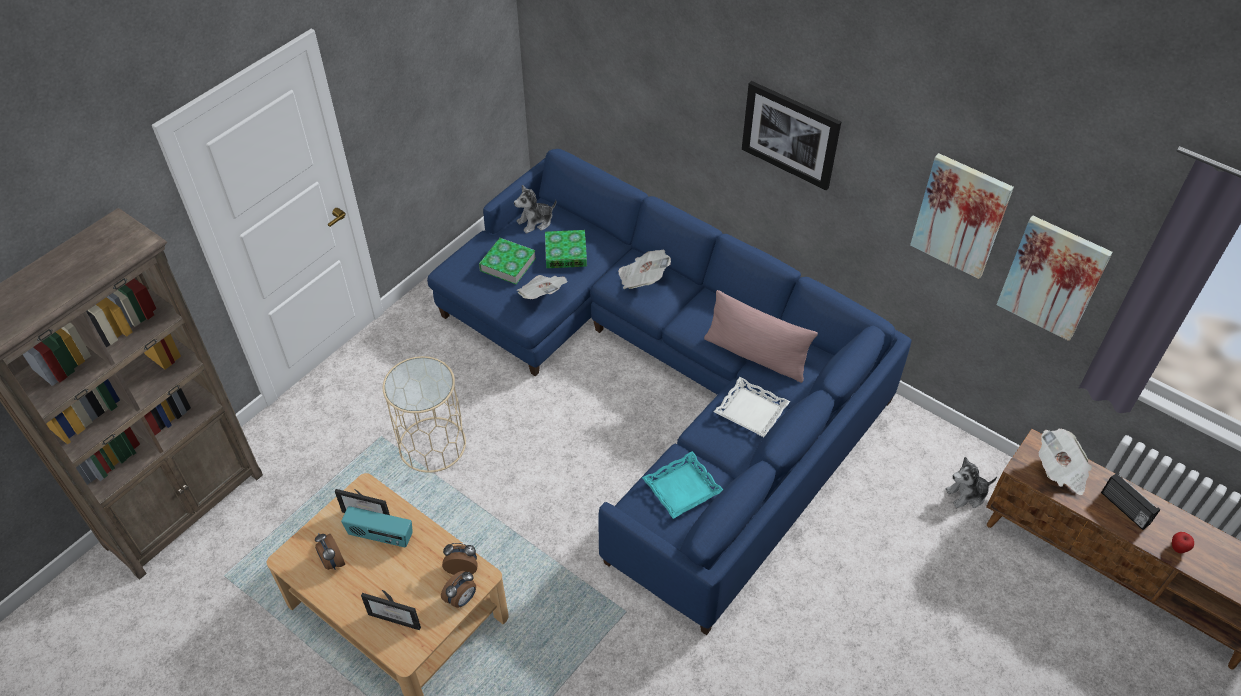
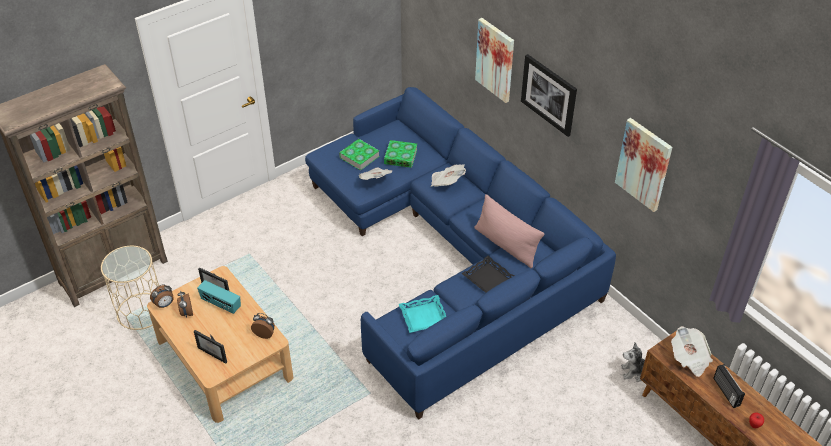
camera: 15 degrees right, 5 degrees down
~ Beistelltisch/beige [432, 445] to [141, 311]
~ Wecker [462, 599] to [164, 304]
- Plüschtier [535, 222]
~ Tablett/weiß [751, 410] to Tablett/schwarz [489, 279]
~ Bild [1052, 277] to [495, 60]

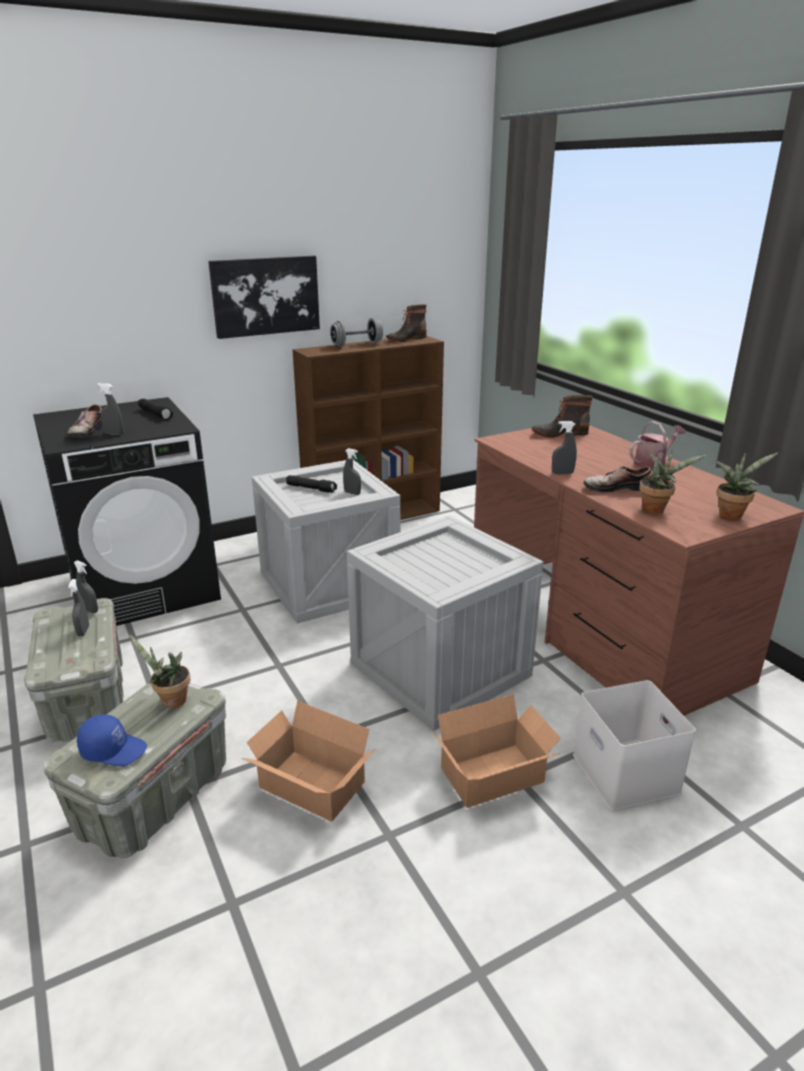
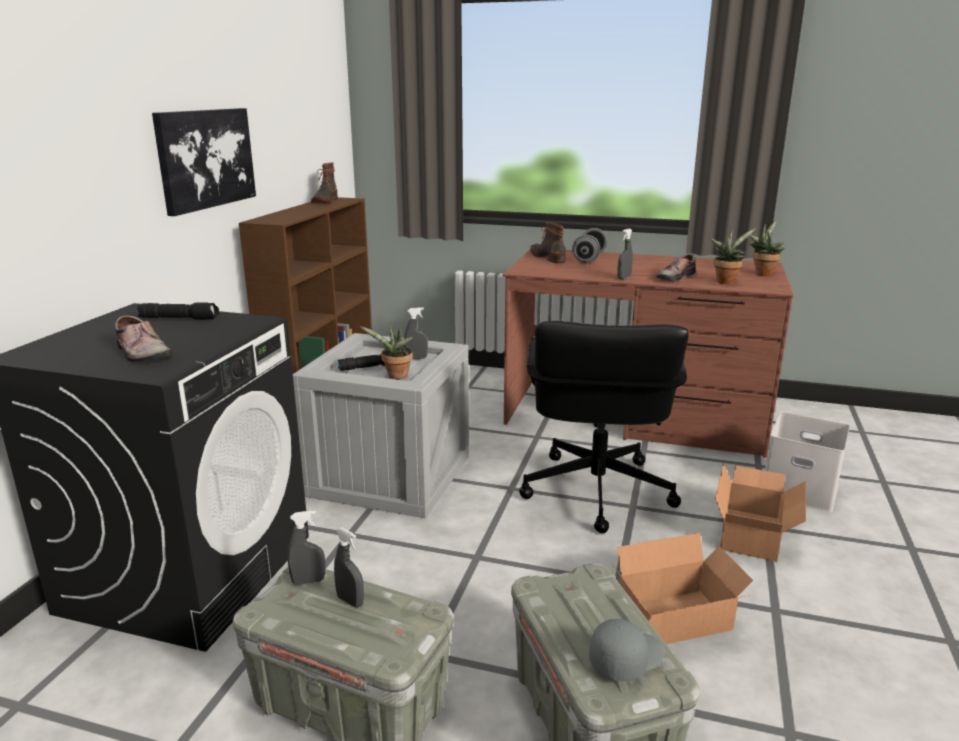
camera: 45 degrees left, 5 degrees down
~ Kappe/blau [114, 749] to Kappe/grau [625, 658]
- Sprühflasche/grau [114, 434]
~ Topfpflanze [170, 701] to [395, 377]
~ Hantel/grau [357, 345] to [589, 258]
~ Kiste [437, 669] to Bürostuhl/schwarz [595, 491]
~ Stiefel [559, 433] = [548, 257] 120 degrees clockwise
- Gießkanne [653, 463]

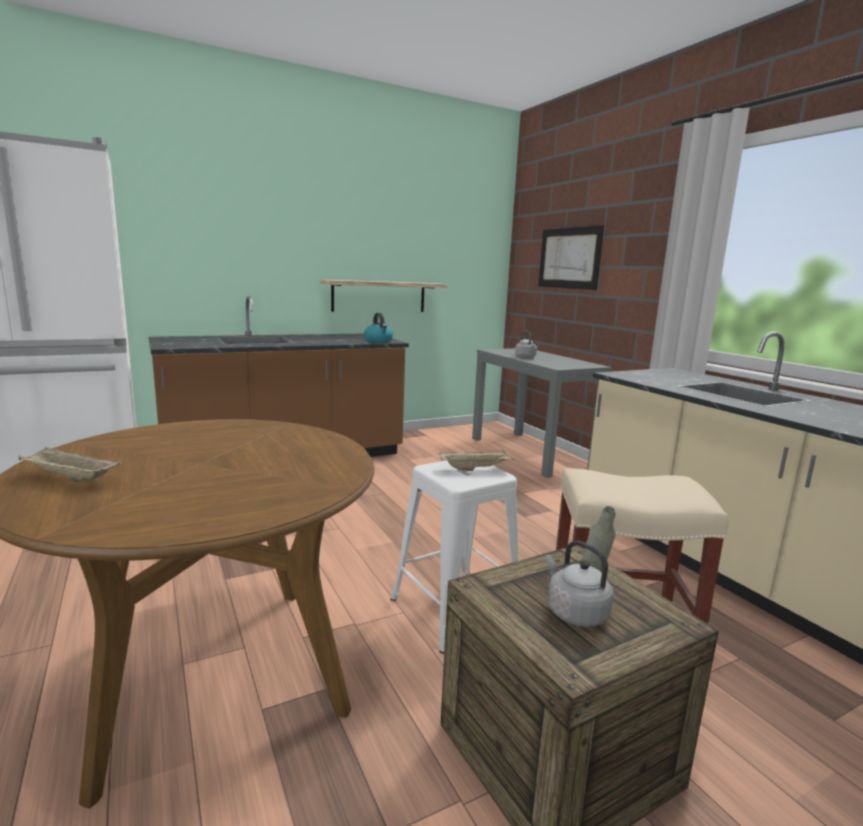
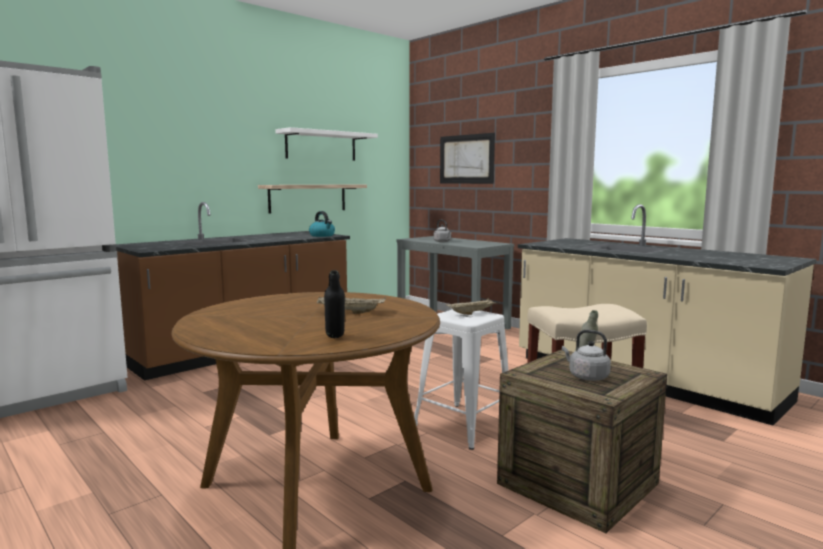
camera: 15 degrees left, 5 degrees down
~ Tablett/beige [69, 478] to [349, 313]
+ Wandregal/weiß [321, 146]
+ Flasche/schwarz [335, 339]

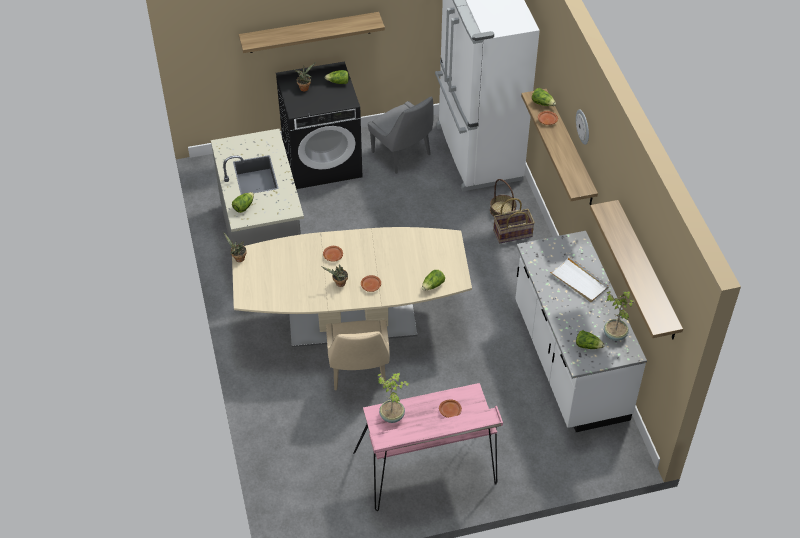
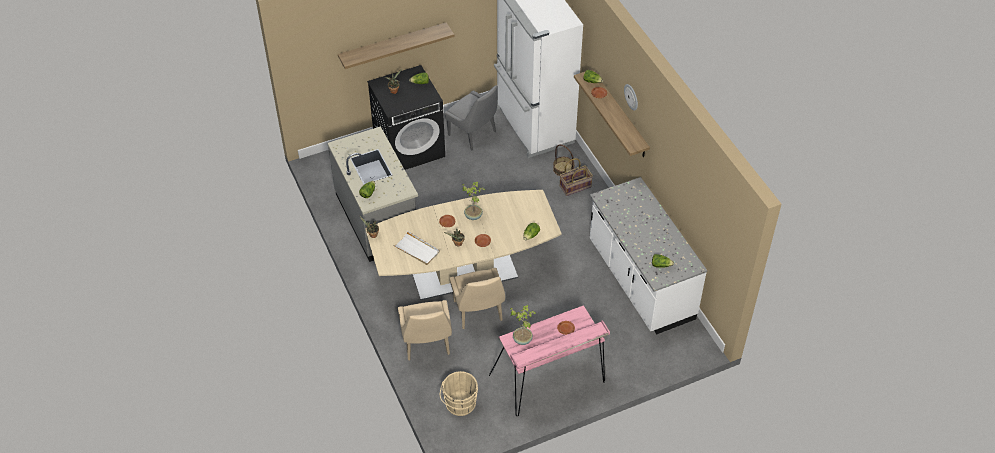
camera: 10 degrees left, 0 degrees up
~ Tablett/weiß [579, 281] to [417, 249]
- Wandregal [647, 271]
~ Topfpflanze [615, 334] to [473, 215]
+ Stuhl/beige [426, 344]
+ Eimer/beige [460, 405]

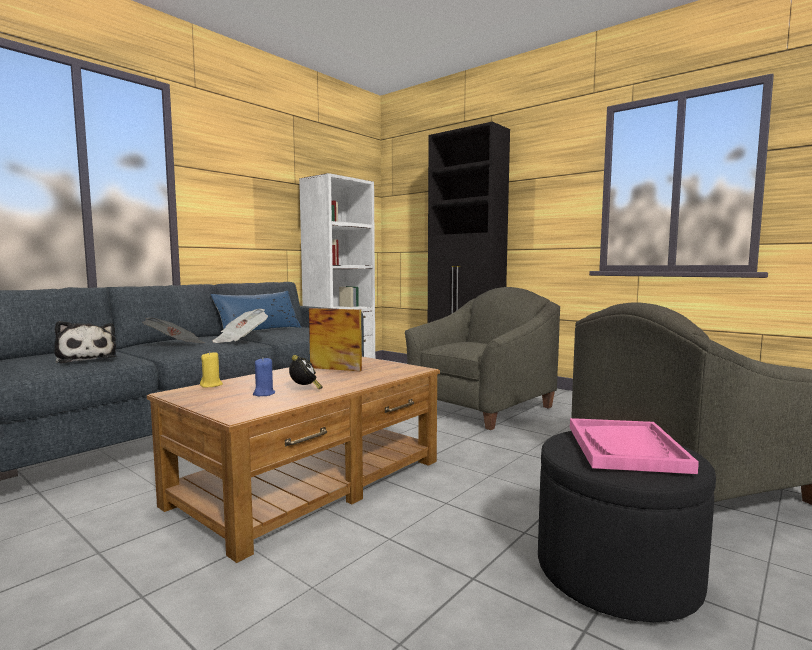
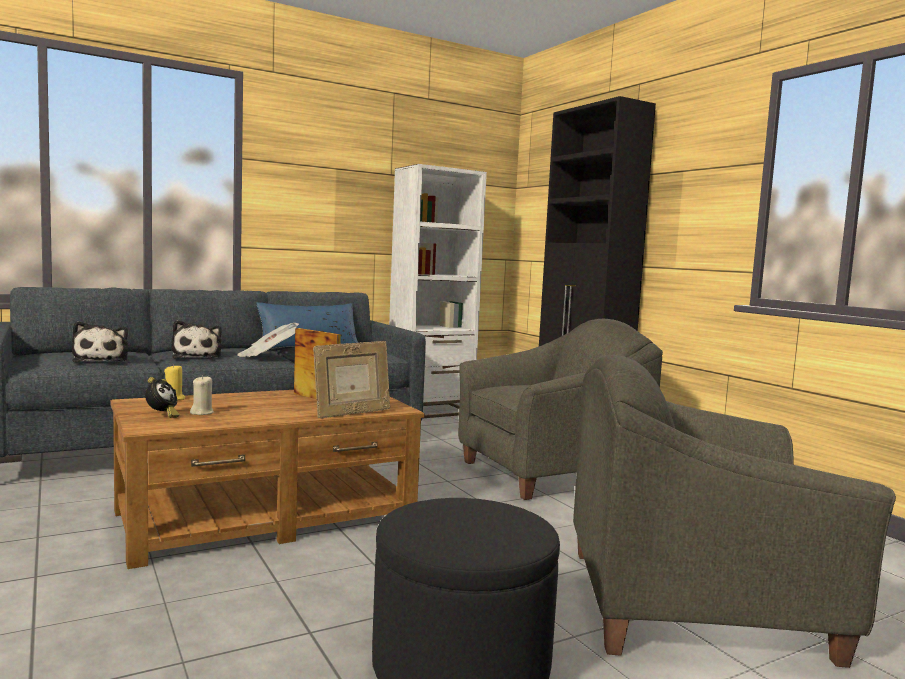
camera: 20 degrees right, 0 degrees up
~ Zeitung [176, 346] to Plüschtier [197, 356]
~ Kerze/blau [264, 394] to Kerze/beige [202, 413]
~ Wecker [305, 389] to [162, 416]
- Tablett/rosa [626, 448]
+ Bilderrahmen [352, 414]

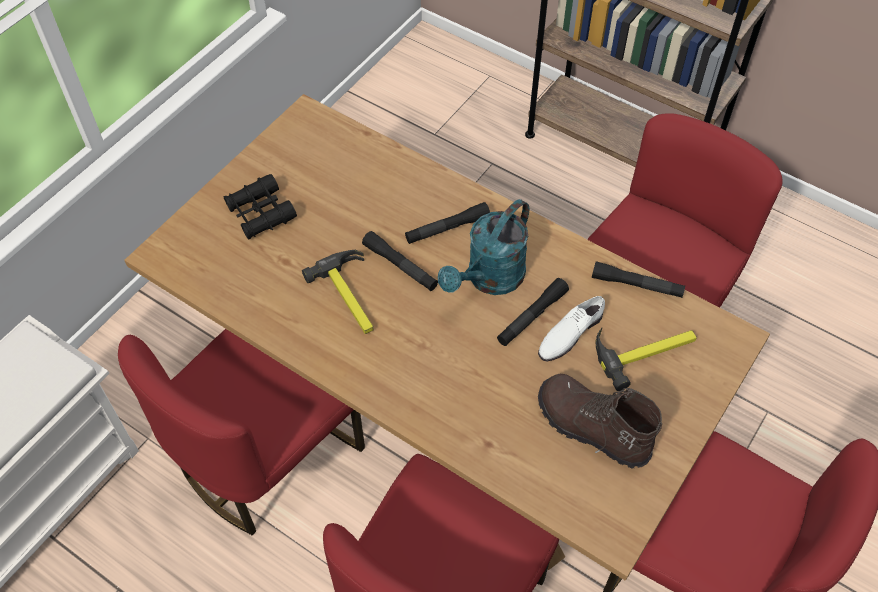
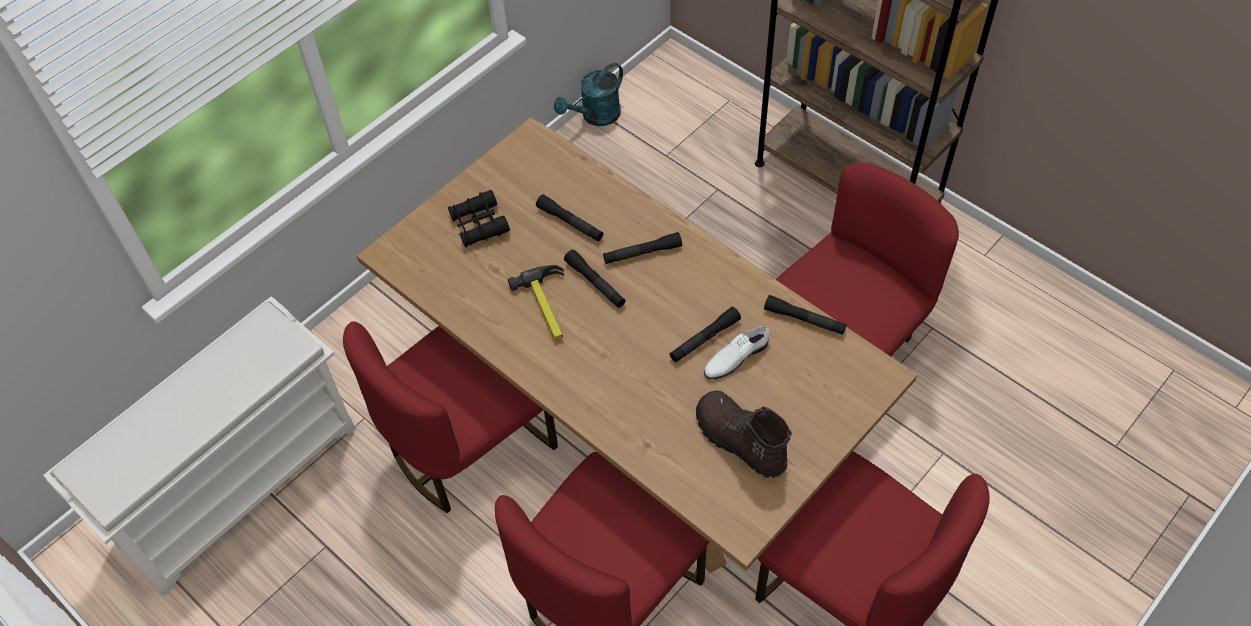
camera: 10 degrees right, 0 degrees up
~ Gießkanne/türkis [489, 280] to [595, 117]
- Hammer [645, 351]
+ Taschenlampe/schwarz [570, 223]

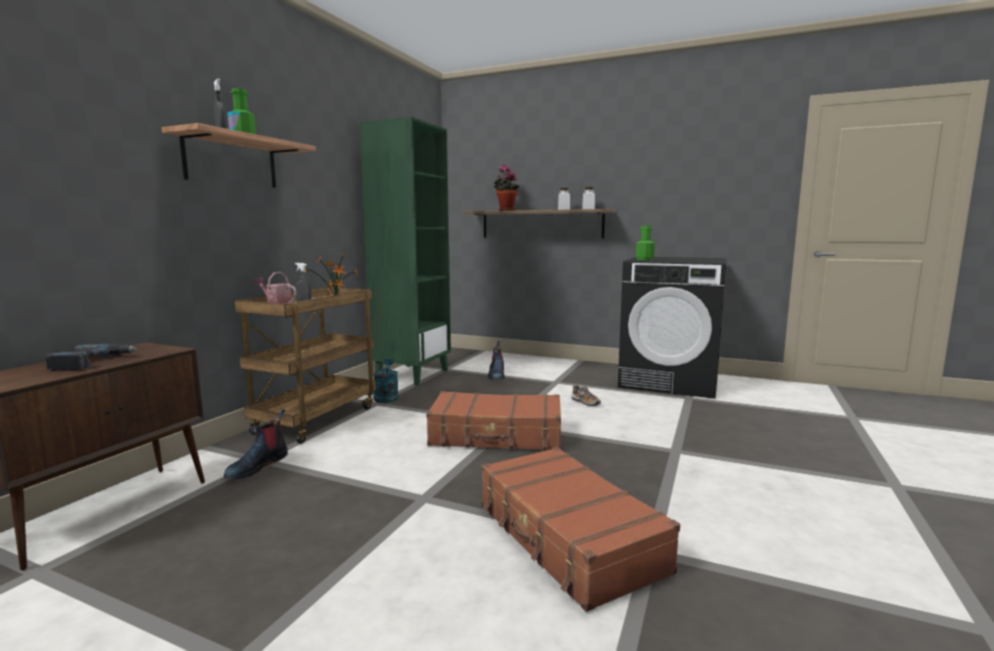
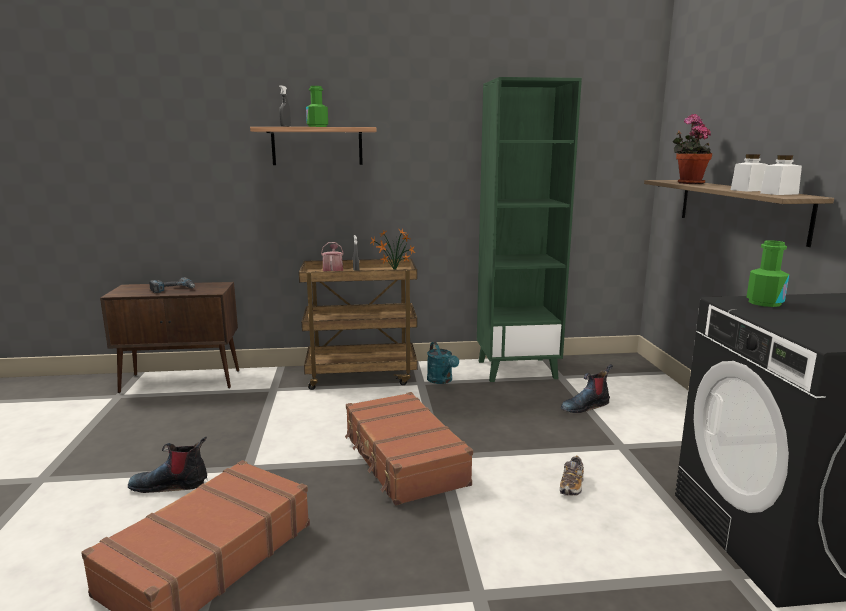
camera: 60 degrees right, 5 degrees up
~ Stiefel [257, 466] to [171, 485]
~ Gießkanne/türkis [386, 397] = [442, 381] 105 degrees clockwise

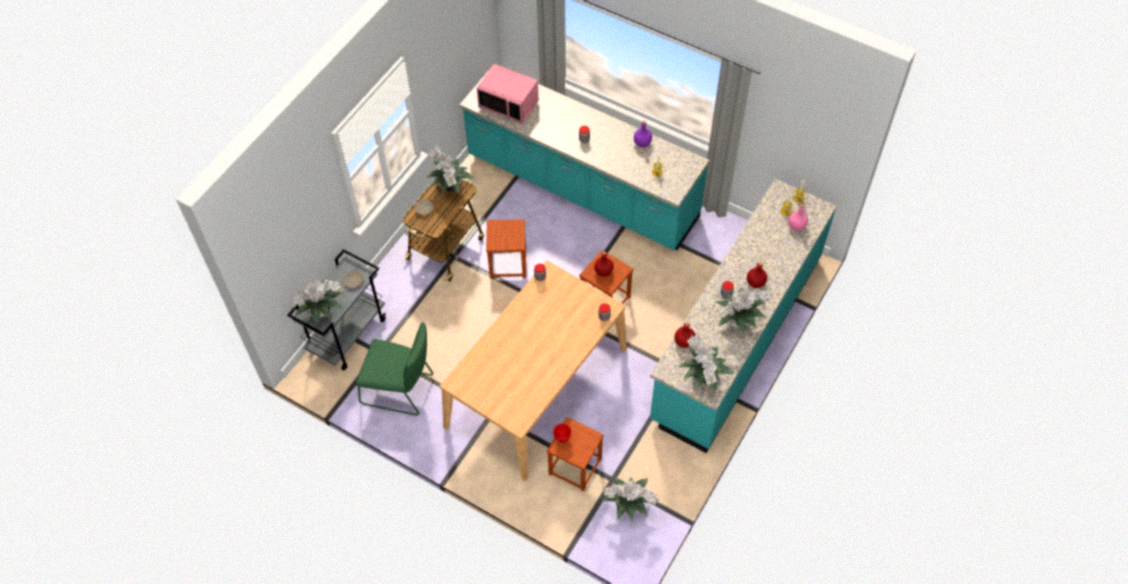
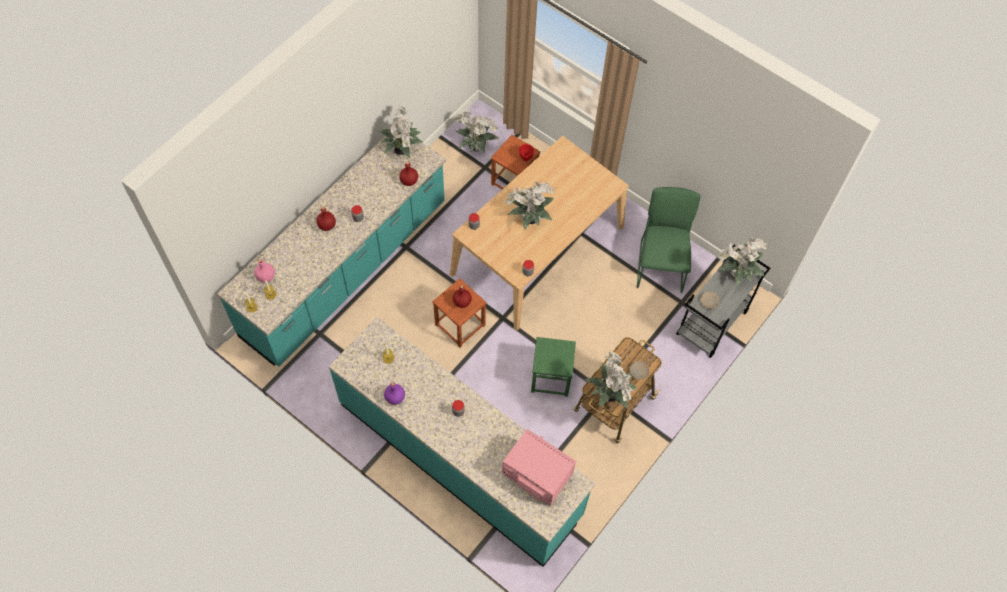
camera: 175 degrees left, 5 degrees up
~ Stuhl/grün [401, 390] = [660, 264] 75 degrees clockwise
~ Hocker/braun [508, 264] to Hocker/grün [551, 377]
~ Topfpflanze [738, 322] to [529, 218]

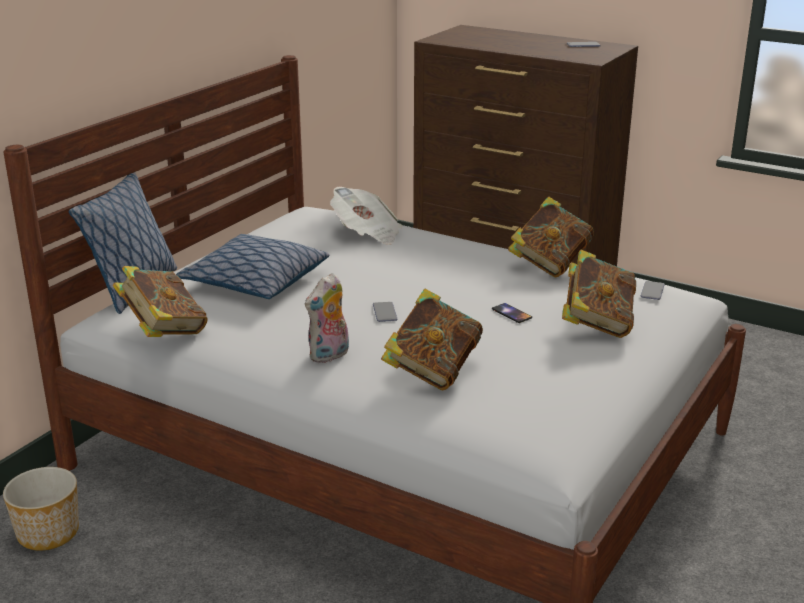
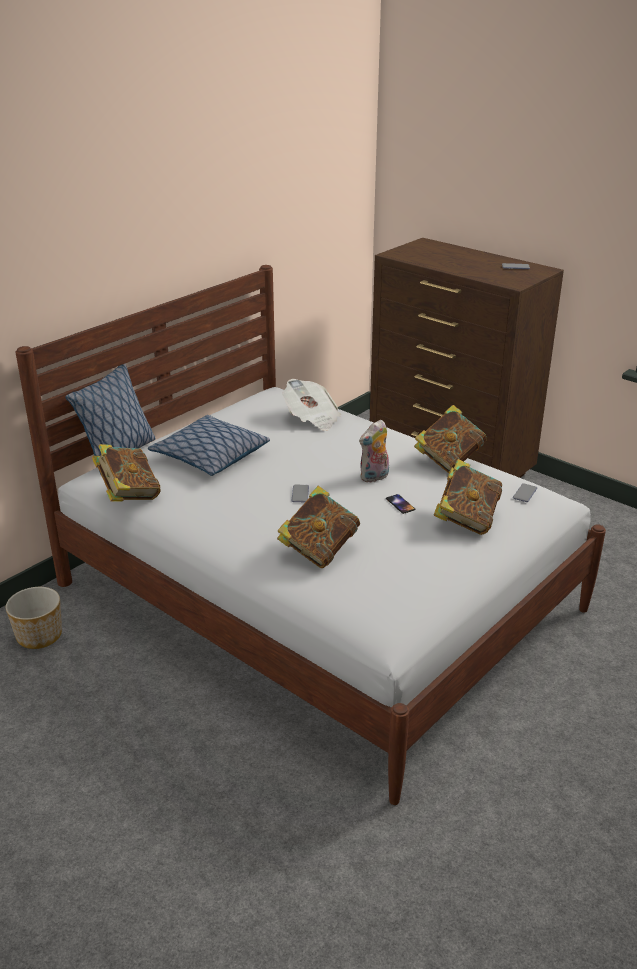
camera: 10 degrees right, 5 degrees up
~ Plüschtier [330, 356] to [374, 477]

